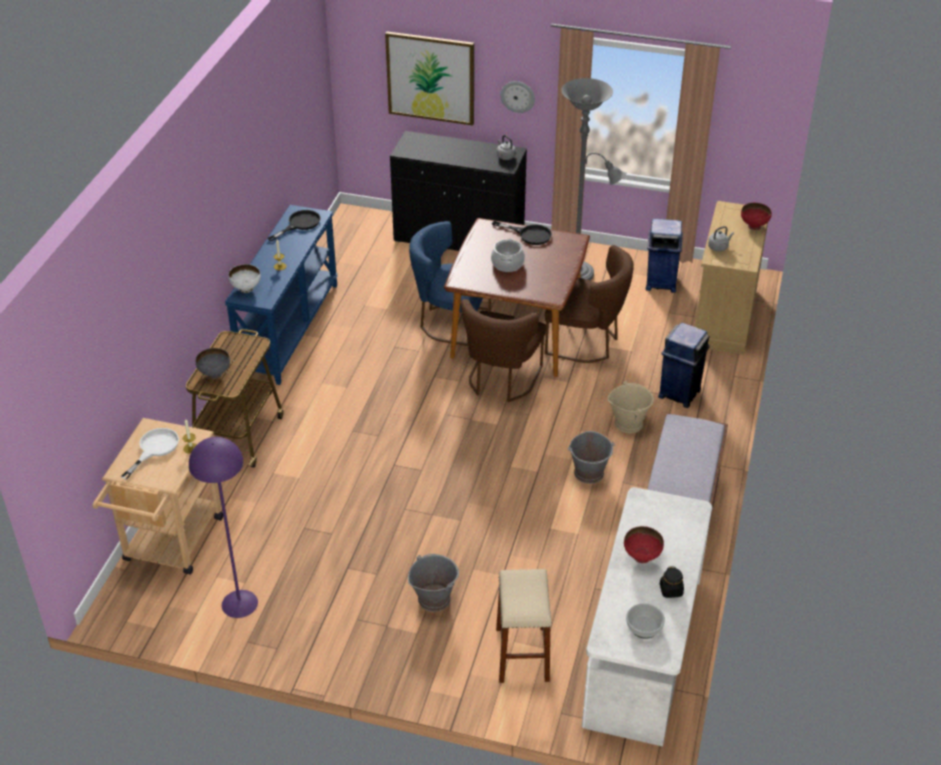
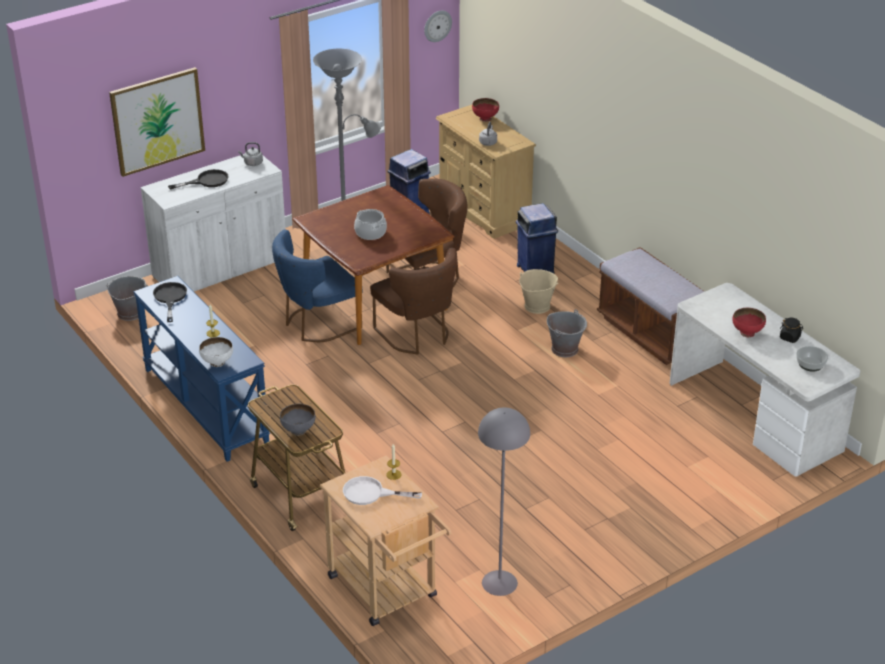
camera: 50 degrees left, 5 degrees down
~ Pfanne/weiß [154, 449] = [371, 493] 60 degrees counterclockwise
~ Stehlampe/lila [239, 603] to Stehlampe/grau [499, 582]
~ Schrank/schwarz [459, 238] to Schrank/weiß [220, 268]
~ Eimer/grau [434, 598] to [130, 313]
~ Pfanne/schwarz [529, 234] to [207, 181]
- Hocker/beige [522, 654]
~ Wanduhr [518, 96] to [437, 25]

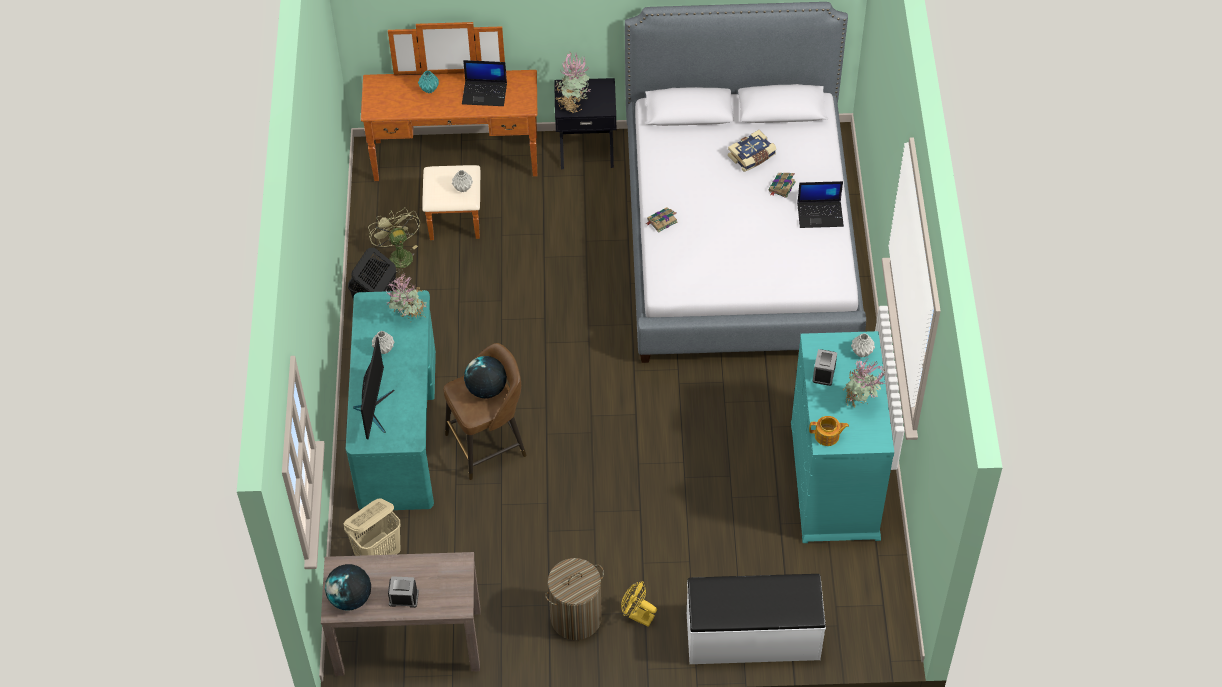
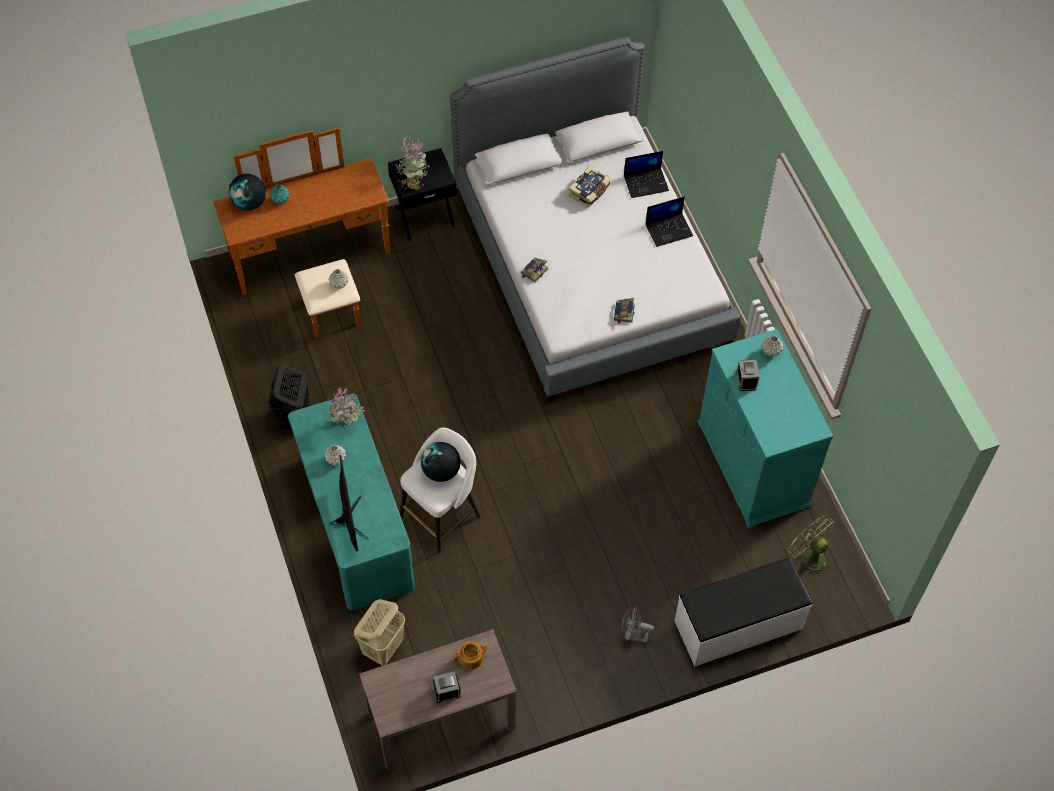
camera: 20 degrees left, 5 degrees up
~ Globus [350, 598] to [249, 203]
~ Ventilator/grün [398, 255] to [808, 557]
~ Hocker/braun [488, 444] to Hocker/weiß [442, 515]
~ Laptop [485, 93] to [646, 182]
- Wäschekorb [576, 618]
~ Ventilator/gelb [637, 616] to Ventilator/grau [633, 636]
~ Buch [781, 187] to [624, 313]
~ Teekanne [827, 436] to [472, 659]
- Topfpflanze [860, 403]

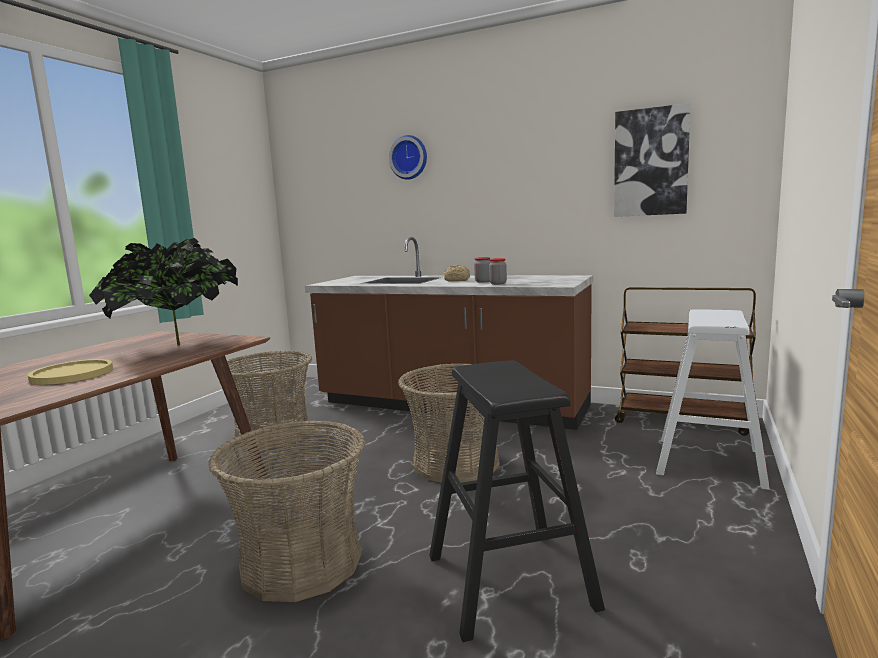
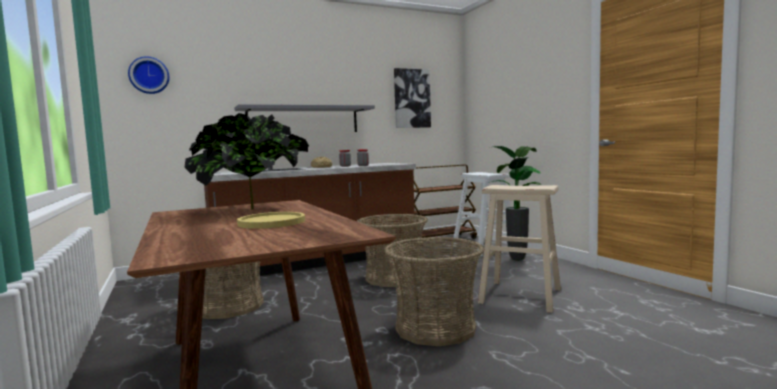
camera: 50 degrees left, 5 degrees down
~ Wanduhr [409, 157] to [149, 75]
~ Hocker/schwarz [509, 581] to Hocker/beige [521, 296]
+ Wandregal/grau [303, 120]
+ Topfpflanze [516, 259]

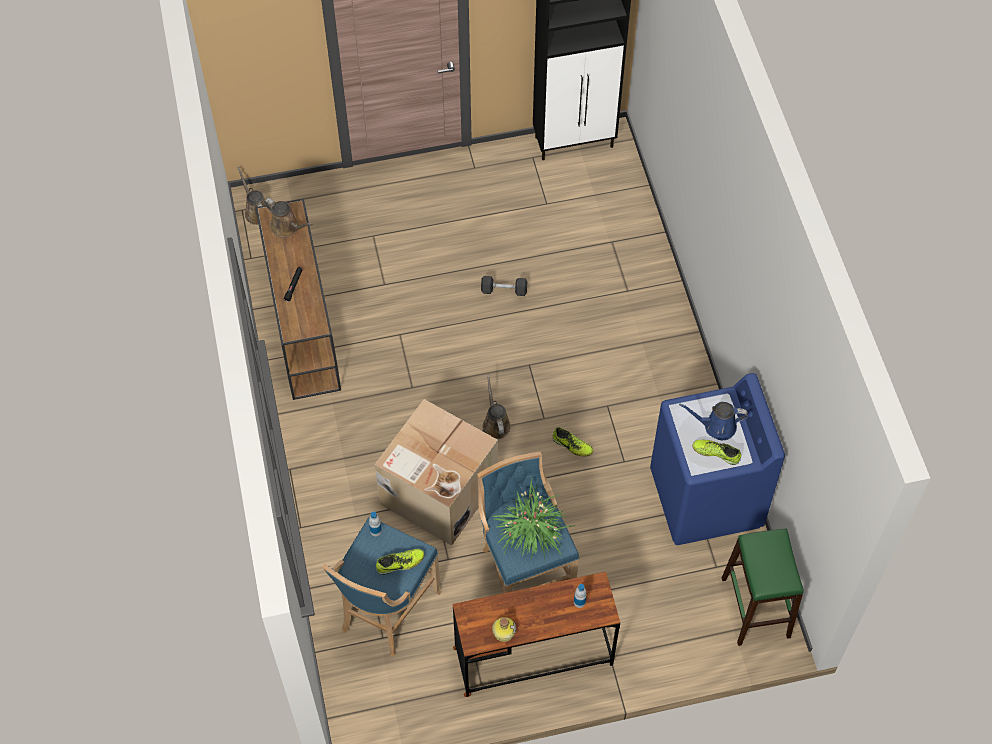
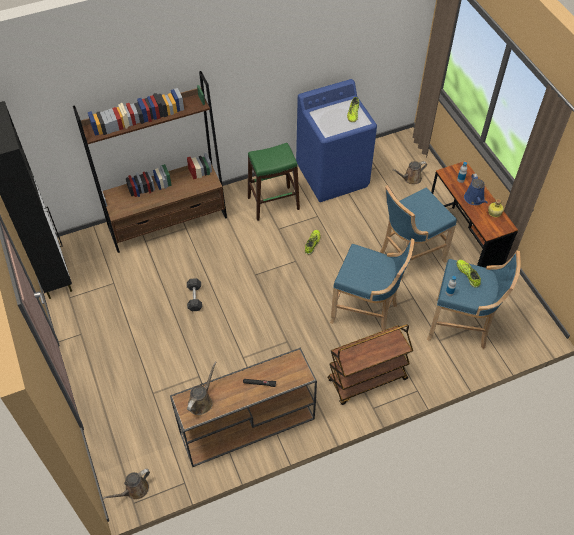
camera: 100 degrees left, 5 degrees down
~ Karton [437, 492] to Hocker/blau [366, 312]
~ Gießkanne/braun [495, 423] to [410, 178]
- Topfpflanze [531, 532]
~ Gießkanne/blau [716, 426] to [474, 199]
~ Hocker/grün [755, 608] to [273, 203]
+ Bücherregal/braun [168, 222]
+ Rollwagen/braun [367, 380]

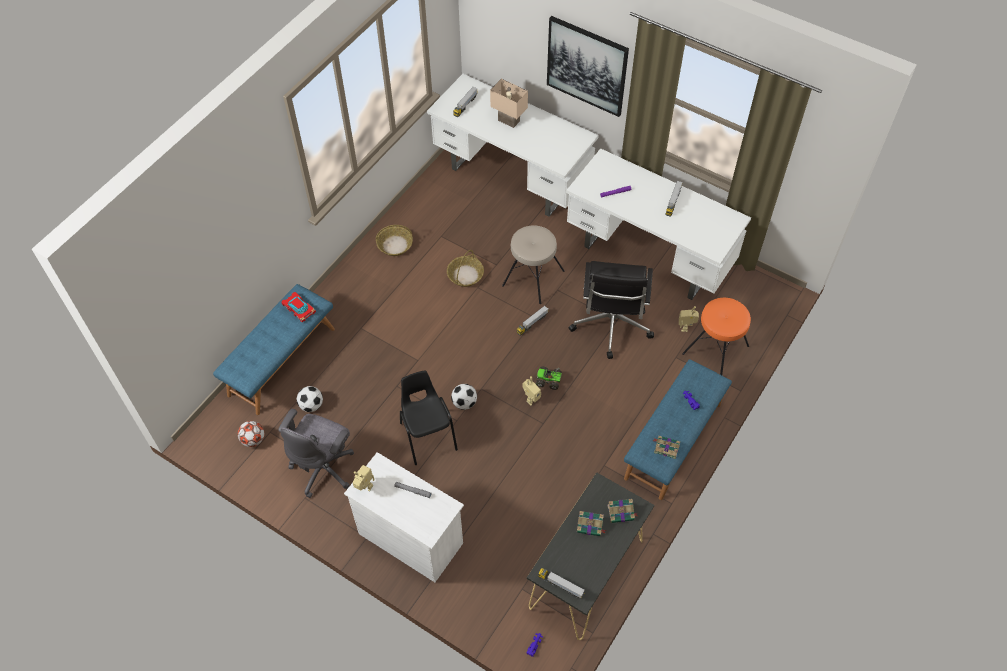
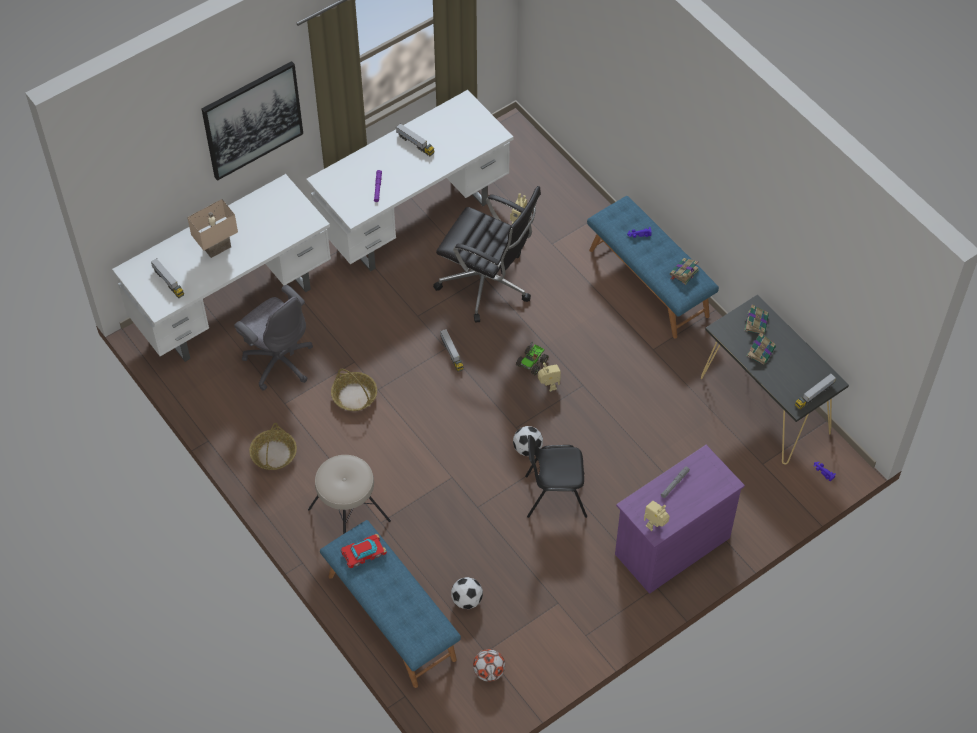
camera: 70 degrees left, 0 degrees up
~ Bürostuhl/grau [324, 468] to [279, 361]
~ Kommode/weiß [410, 538] to Kommode/lila [671, 546]
~ Hocker/beige [532, 278] to [348, 515]
- Hocker/orange [716, 350]

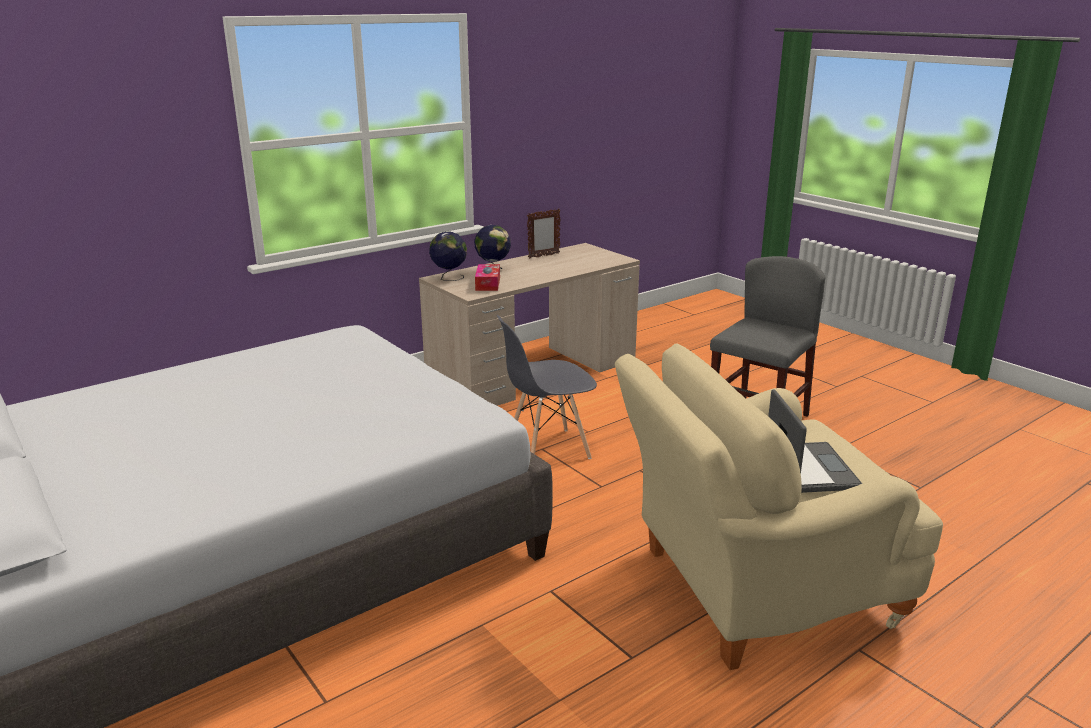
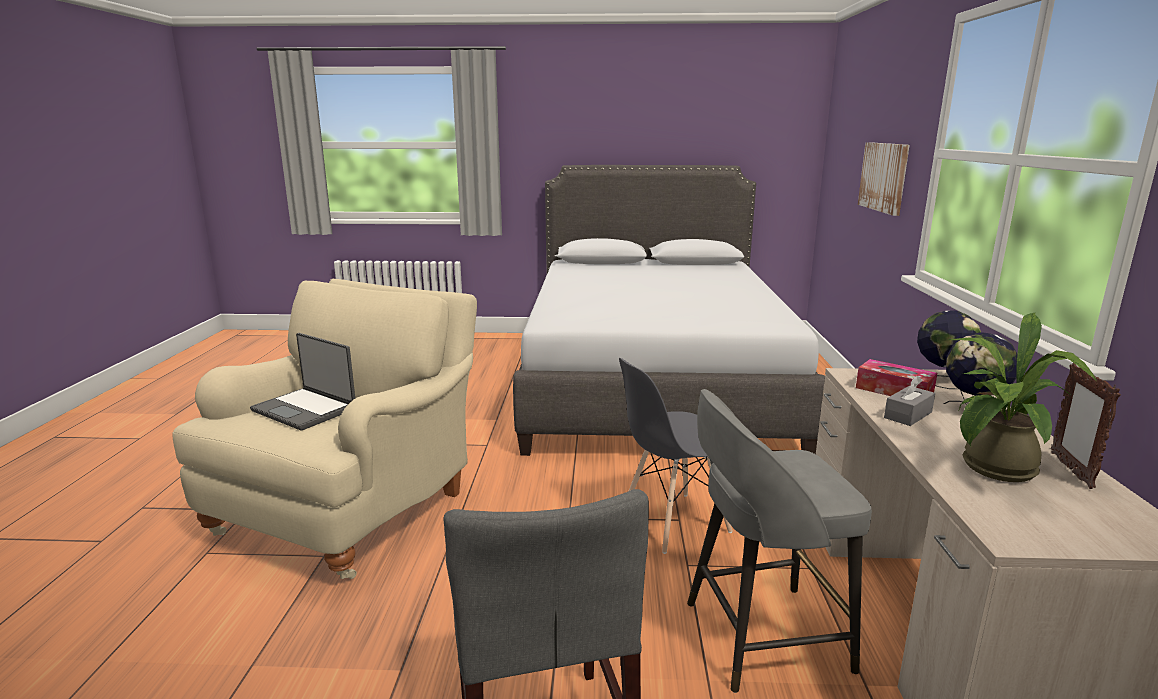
camera: 130 degrees right, 5 degrees down
~ Stuhl/grau [547, 449] = [674, 522] 135 degrees counterclockwise
+ Hocker/grau [761, 636]
+ Bild [884, 177]
+ Taschentuchbox/grau [908, 415]
+ Topfpflanze [994, 471]

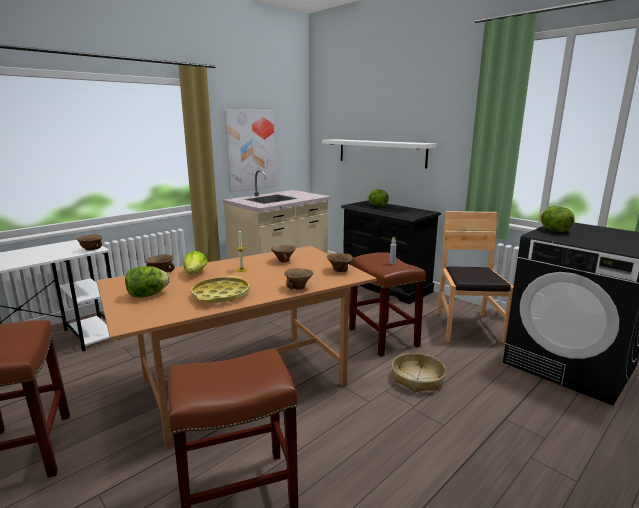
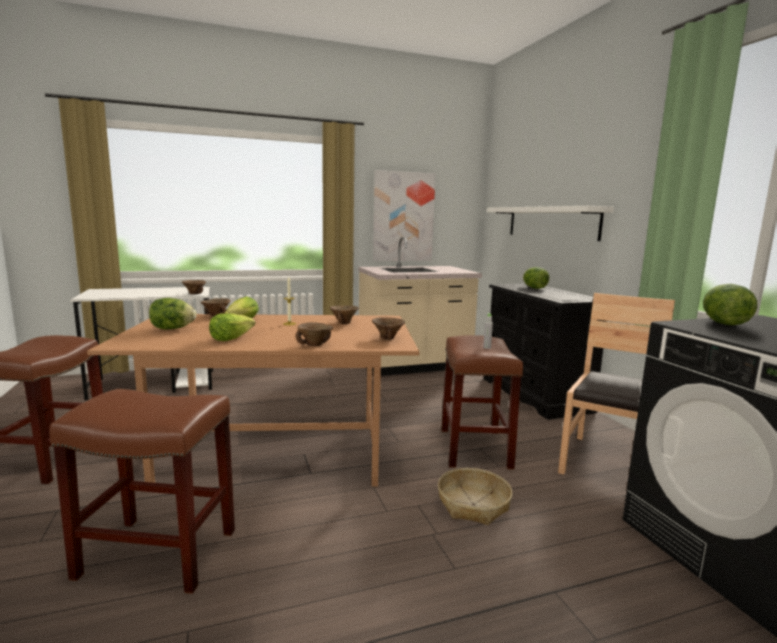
camera: 25 degrees right, 5 degrees down
~ Tablett/gelb [221, 295] to Salatkopf [231, 338]

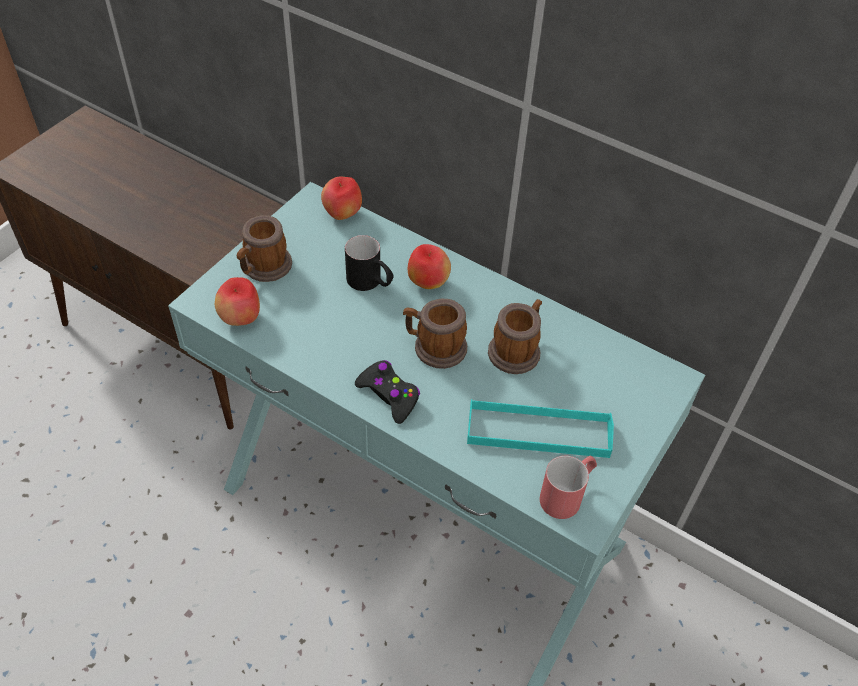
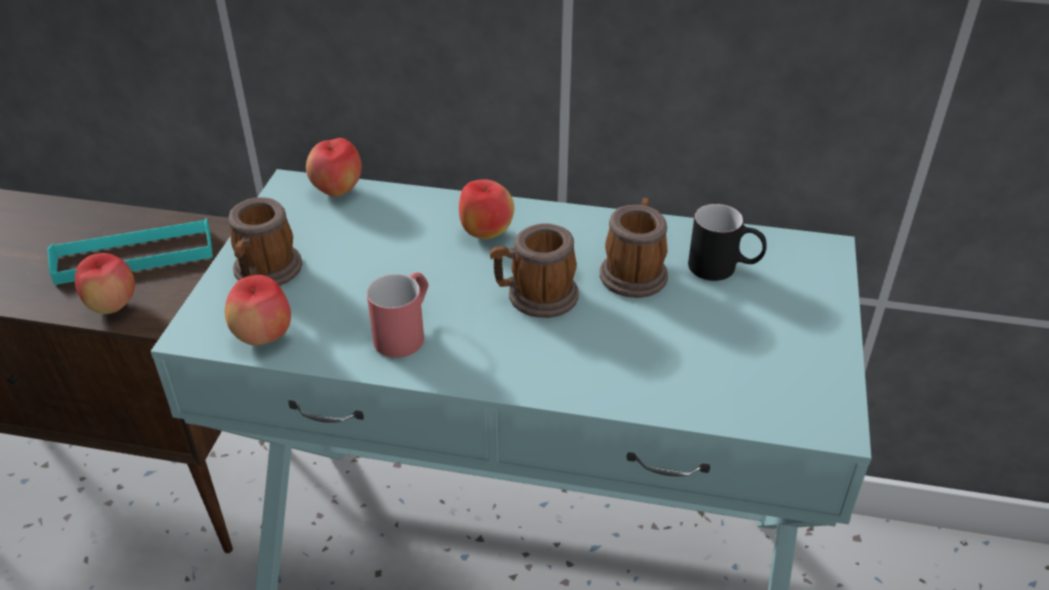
camera: 20 degrees left, 10 degrees down
~ Henkelbecher/schwarz [370, 283] to [724, 268]
- Gamepad/schwarz [389, 395]
~ Tablett/türkis [538, 432] to [134, 256]
~ Henkelbecher/rot [567, 494] to [406, 331]
+ Apfel [113, 306]

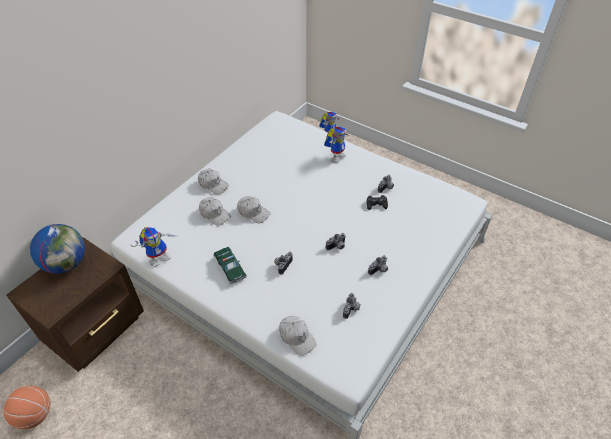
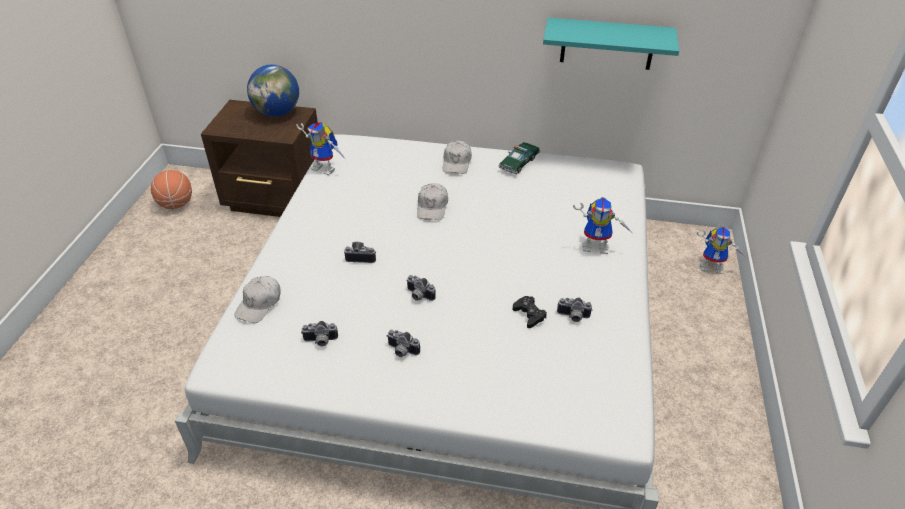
camera: 65 degrees right, 5 degrees down
- Kappe/weiß [214, 214]
~ Spielzeugauto [230, 268] to [519, 163]
+ Wandregal/türkis [607, 44]

